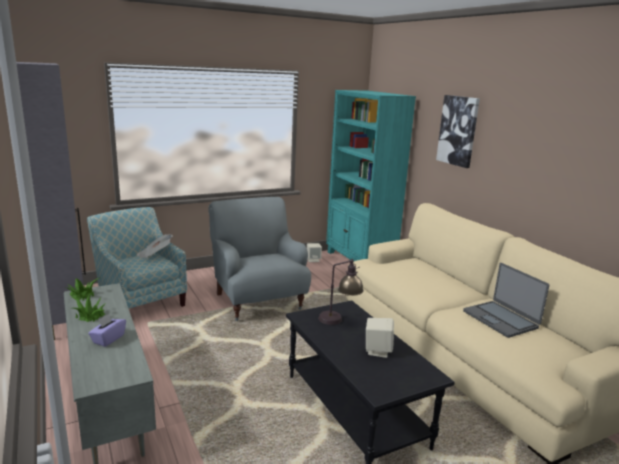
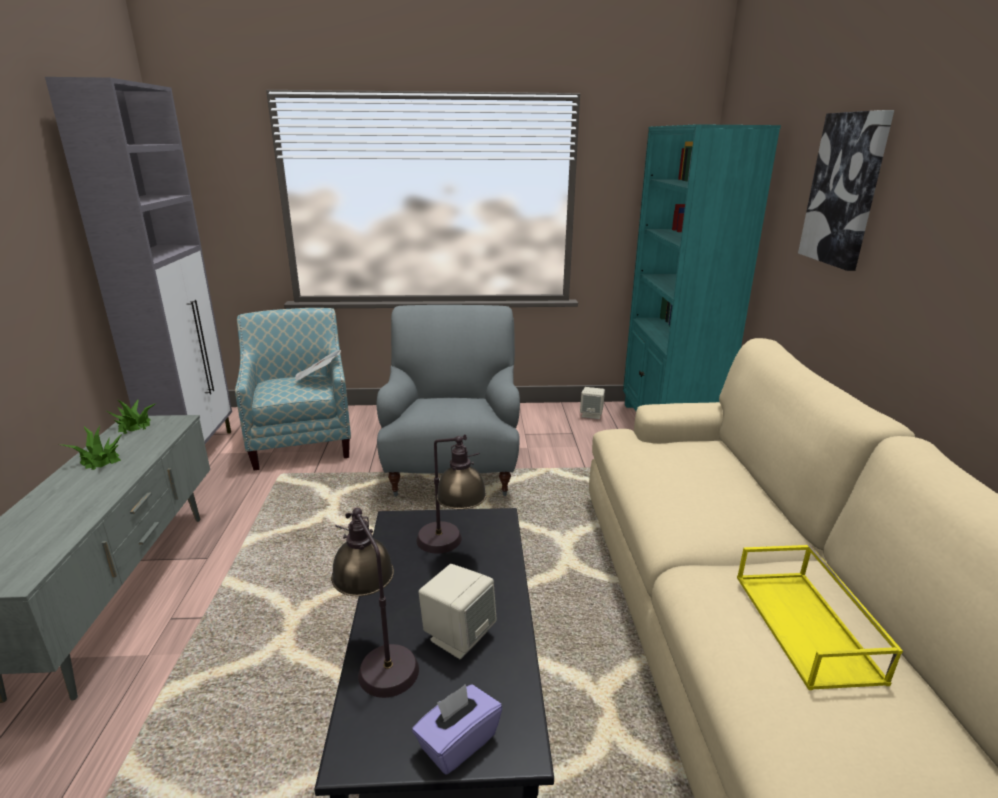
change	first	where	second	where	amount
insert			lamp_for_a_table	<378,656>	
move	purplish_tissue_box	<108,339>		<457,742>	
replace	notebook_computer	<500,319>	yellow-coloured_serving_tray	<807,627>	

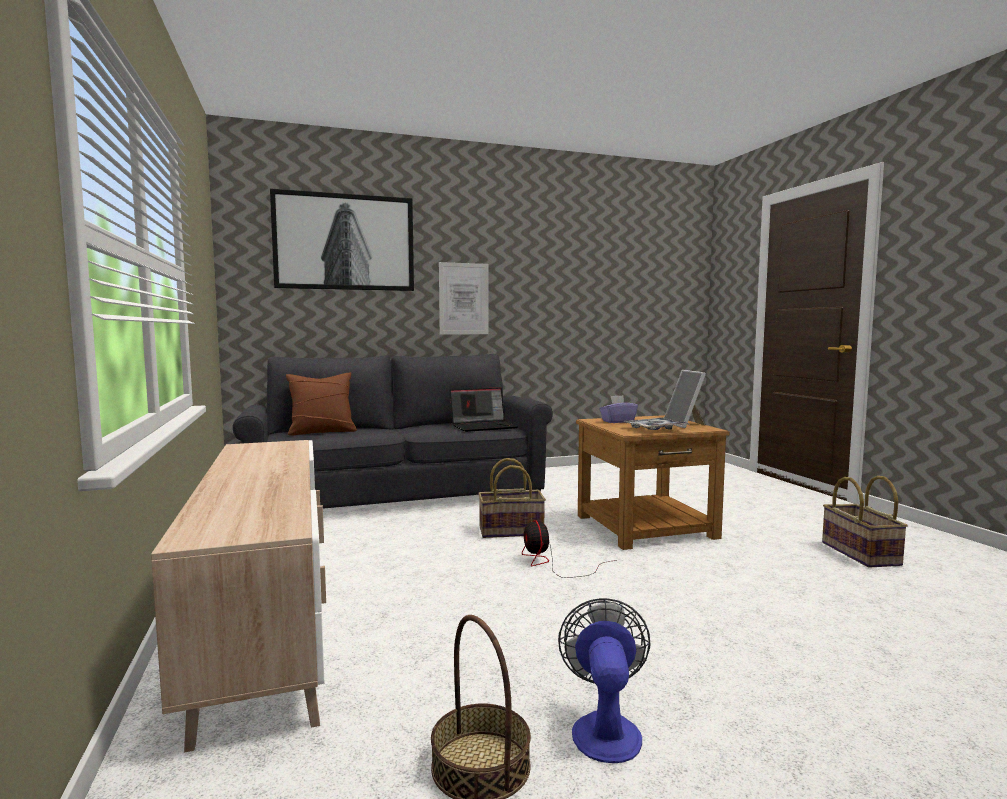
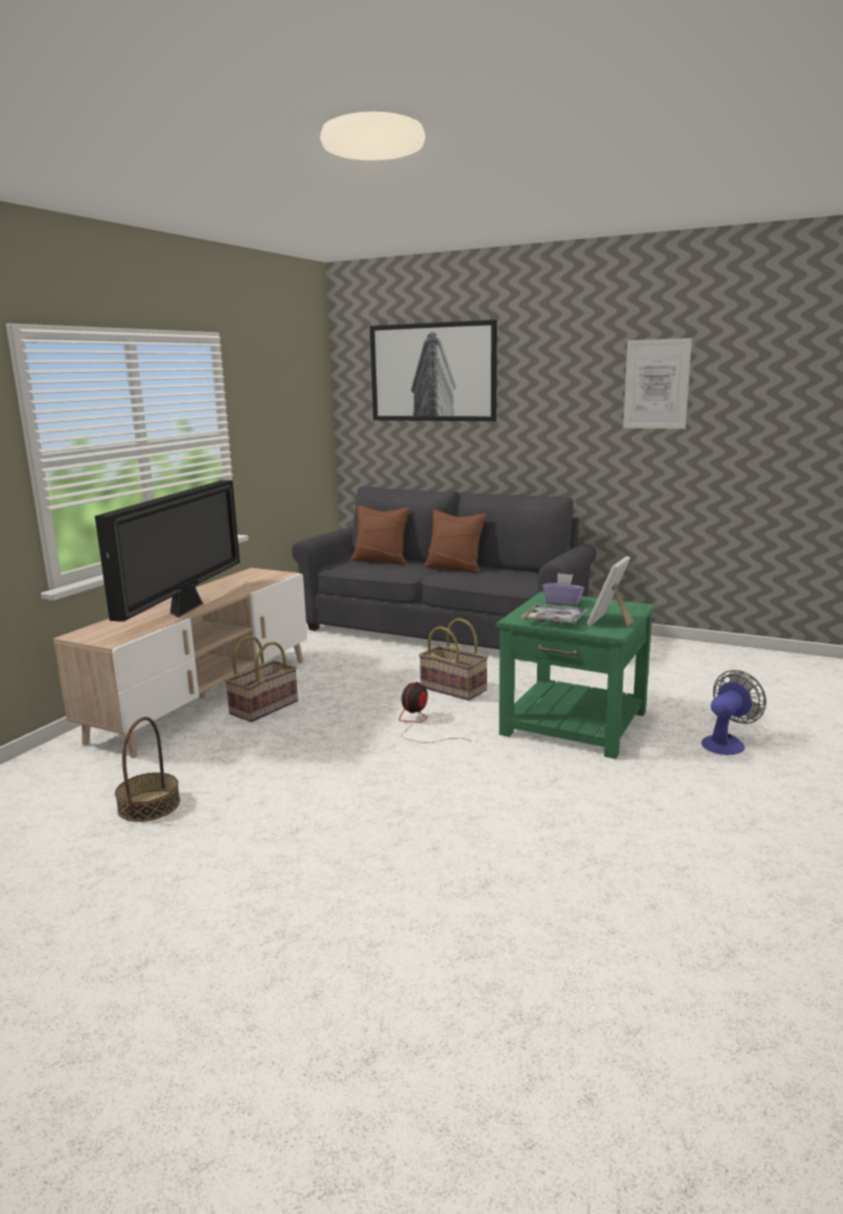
change	first	where	second	where	amount
insert			TV_set	<186,609>	
move	household_basket	<858,553>		<263,707>	
insert			brown_cushion	<454,568>	
recolor	brown_side_table	<645,527>	green_side_table	<574,723>	
move	wall_picture	<463,299>		<656,384>	
move	electric_fan	<605,728>		<726,742>	
delete	notebook_computer	<484,426>			

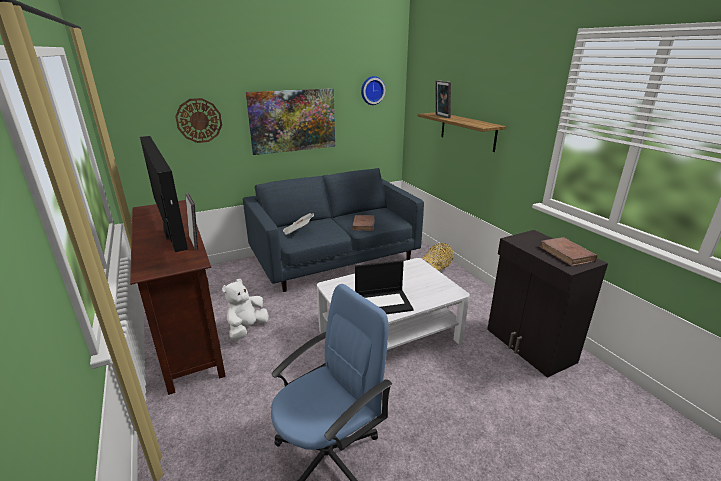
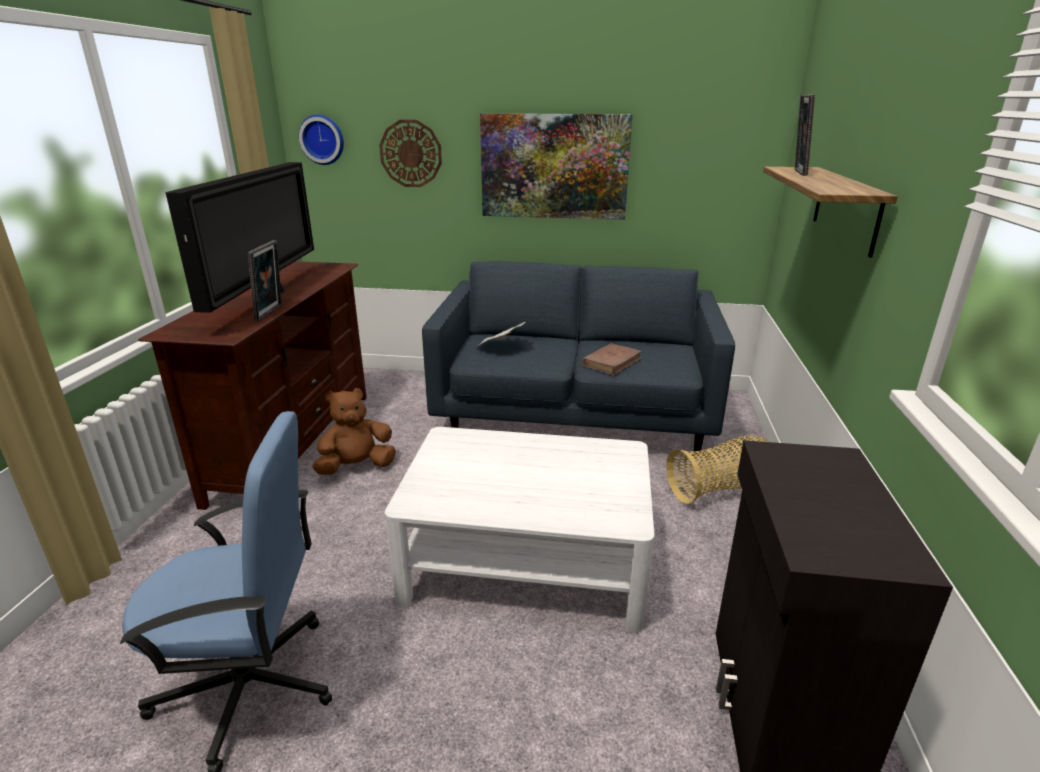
change	first	where	second	where	amount
move	clock_on_the_wall	<372,90>		<323,139>	
recolor	white-coloured_plush_toy	<247,329>	brown_plush_toy	<356,467>	
delete	notebook_computer	<383,303>			
delete	brown_book	<566,254>			

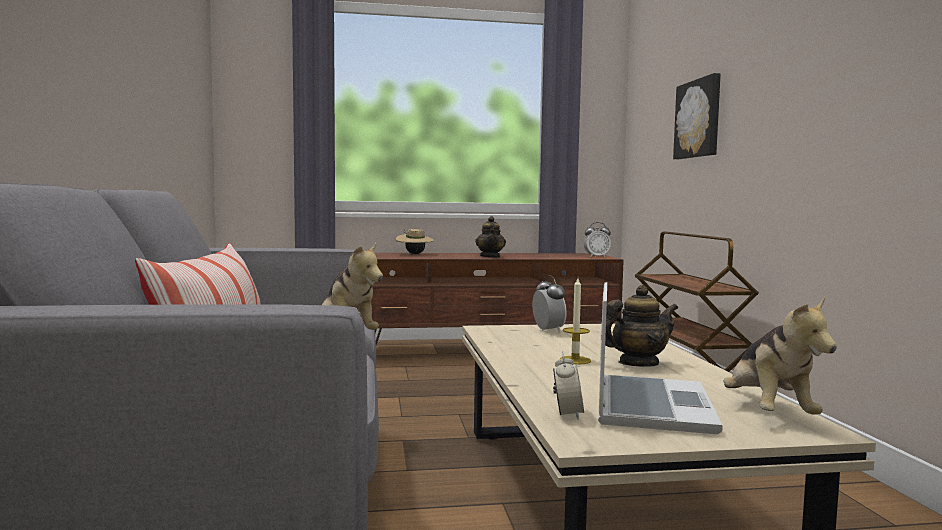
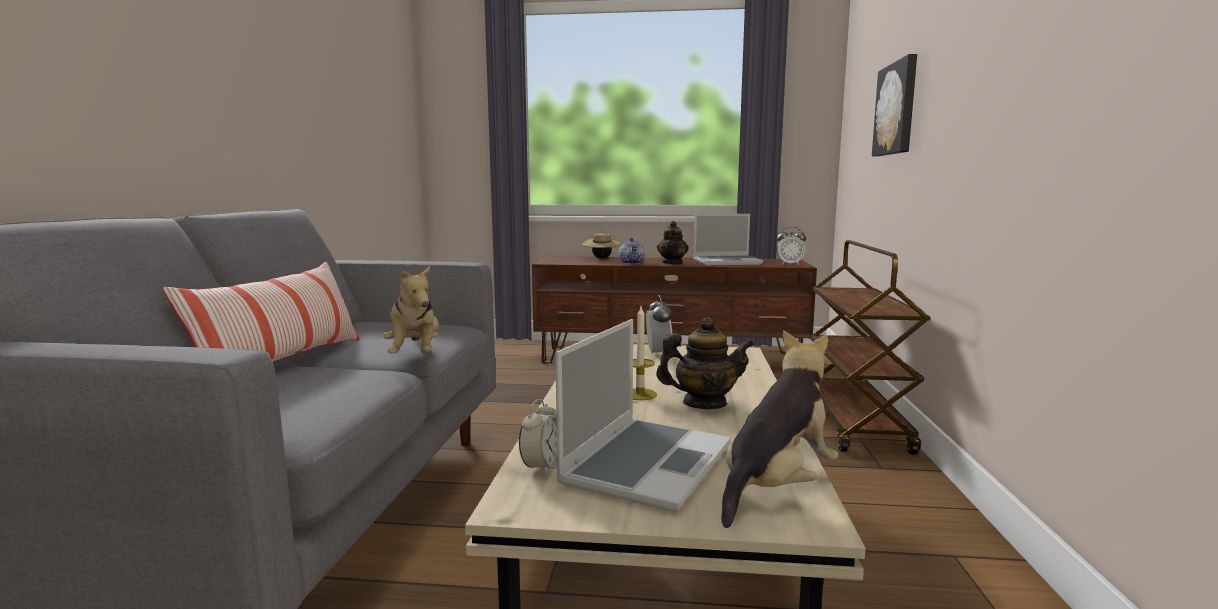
change	first	where	second	where	amount
insert			pot_for_tea	<632,263>	
insert			notebook_computer	<727,262>	
rotate	plush_toy	<767,412>		<776,486>	150 degrees counterclockwise

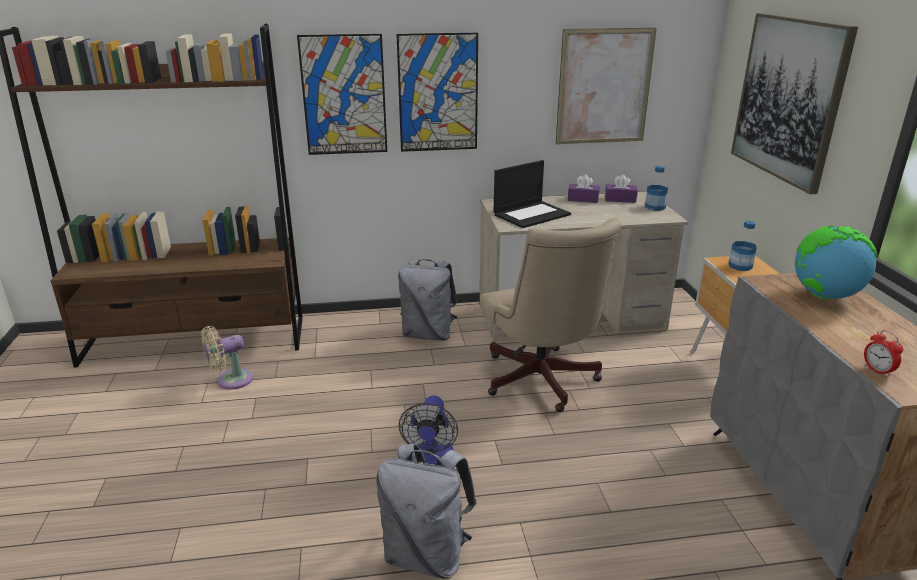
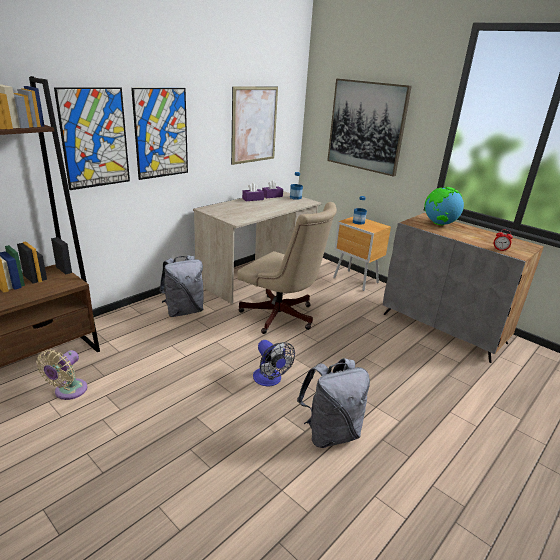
change	first	where	second	where	amount
delete	notebook_computer	<532,214>			

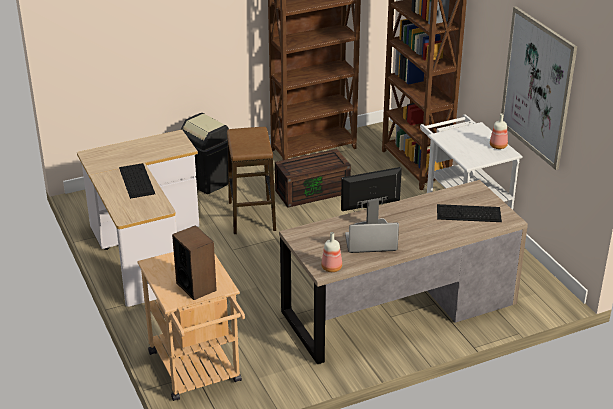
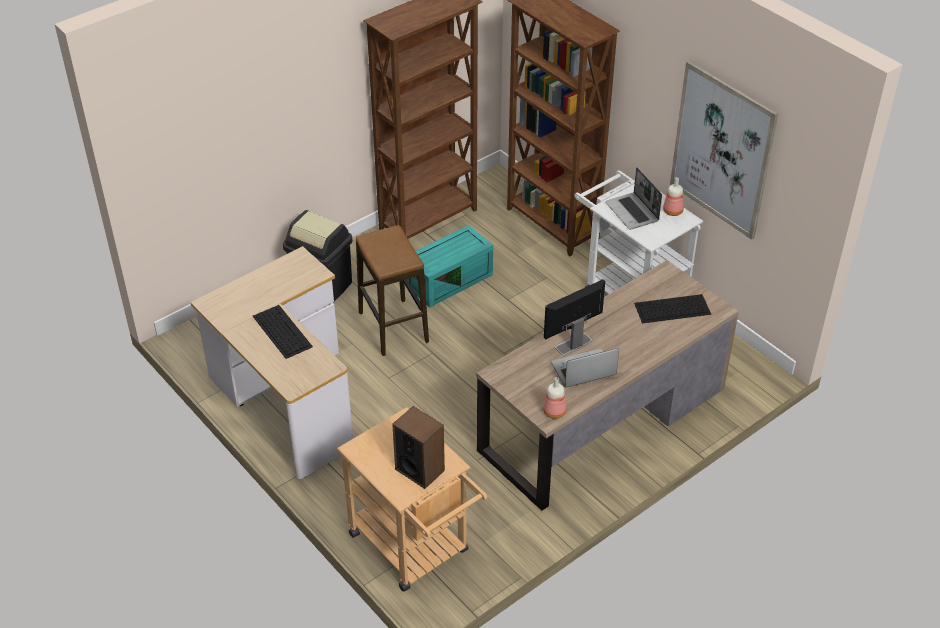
change	first	where	second	where	amount
recolor	brown_storage_container	<313,191>	blue-green_storage_container	<449,279>	
insert			notebook_computer	<633,212>	

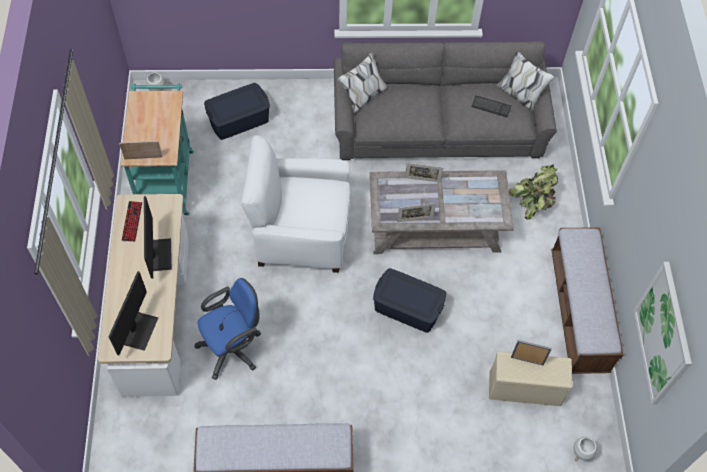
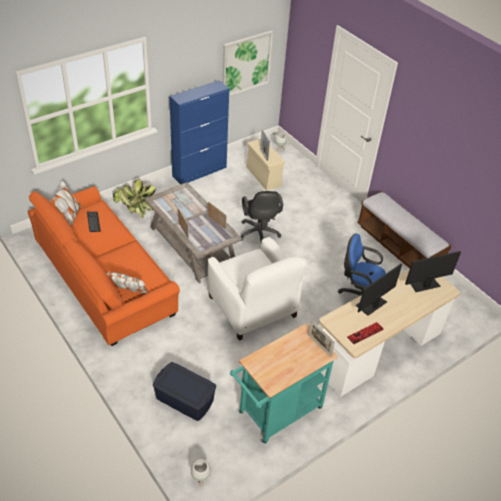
change	first	where	second	where	amount
recolor	greyish_couch	<438,126>	orangey_couch	<104,277>	
replace	bench	<578,311>	blue-coloured_cupboard	<200,171>	
replace	blue-coloured_storage_container	<407,307>	black_computer_chair	<259,235>	

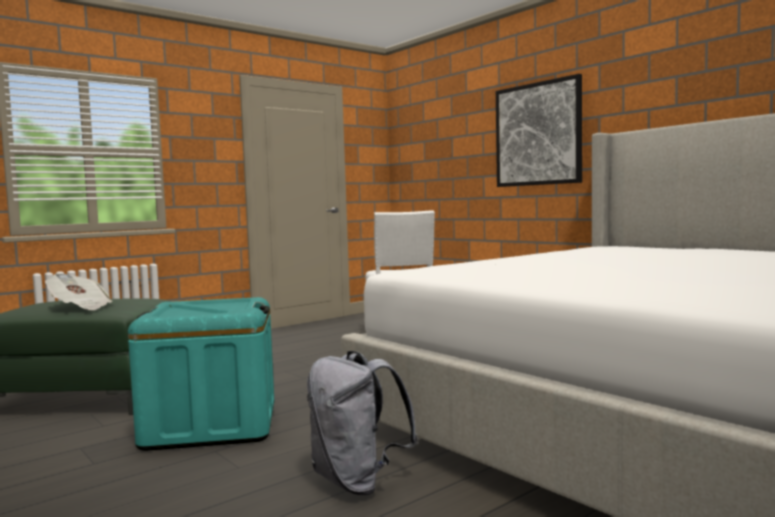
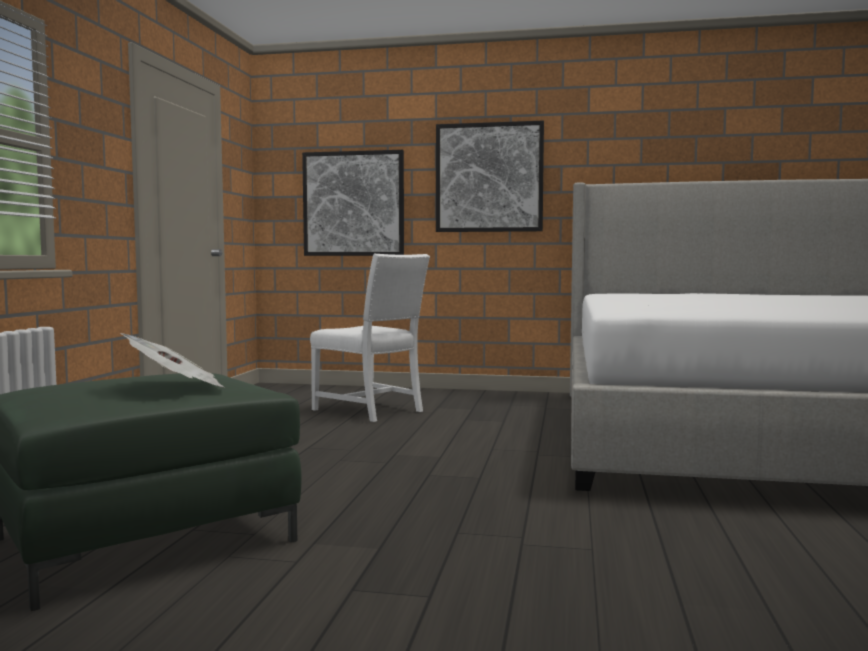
change	first	where	second	where	amount
insert			wall_picture	<353,204>	
delete	blue-green_storage_container	<211,425>			
delete	greyish_knapsack	<358,482>			

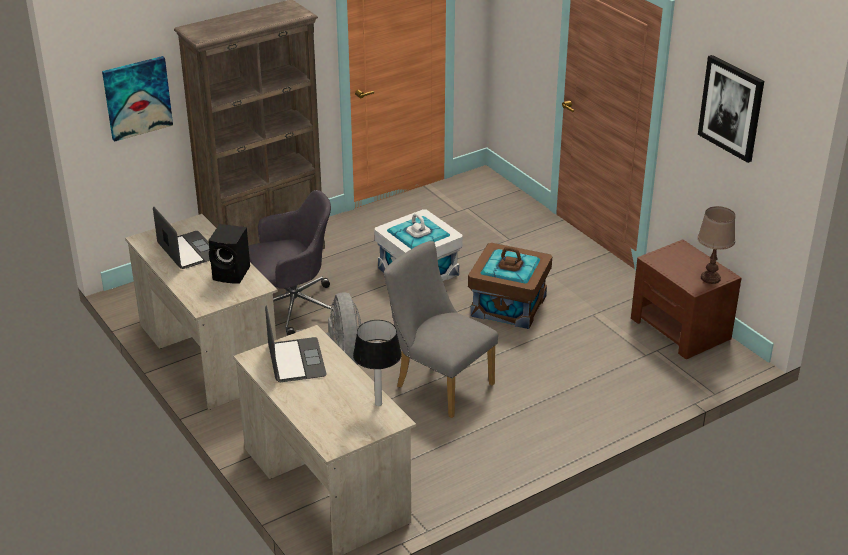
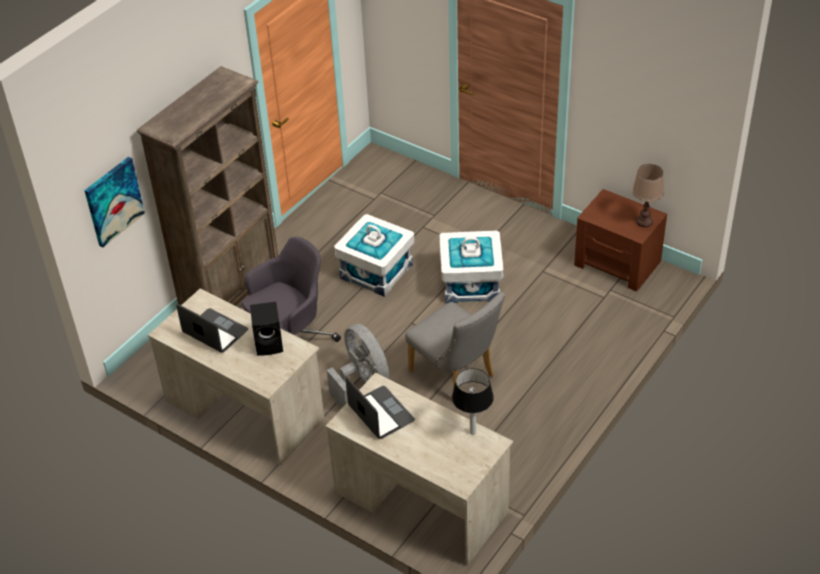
change	first	where	second	where	amount
rotate	greyish_upright_chair	<438,383>		<456,376>	150 degrees counterclockwise
recolor	brown_storage_container	<509,305>	white-coloured_storage_container	<471,283>	
delete	wall_picture	<731,108>			

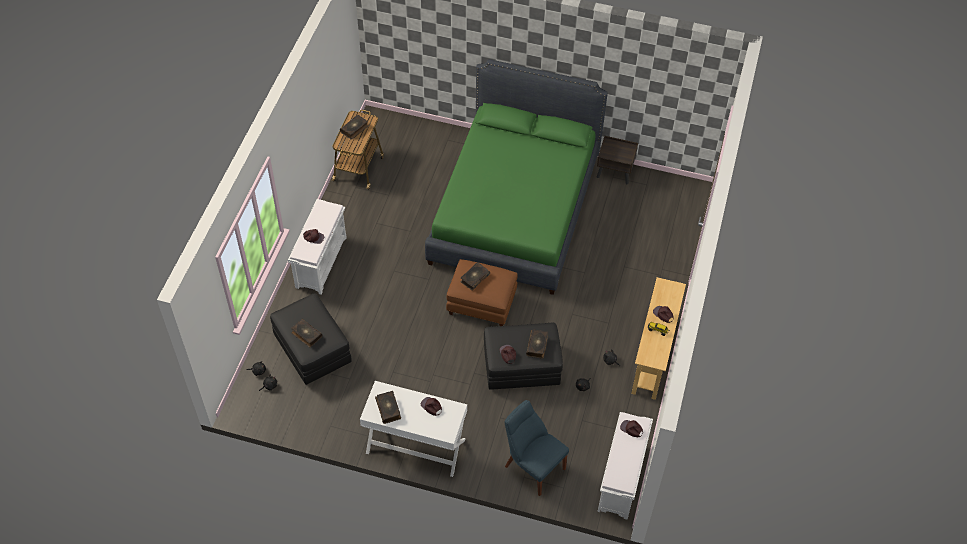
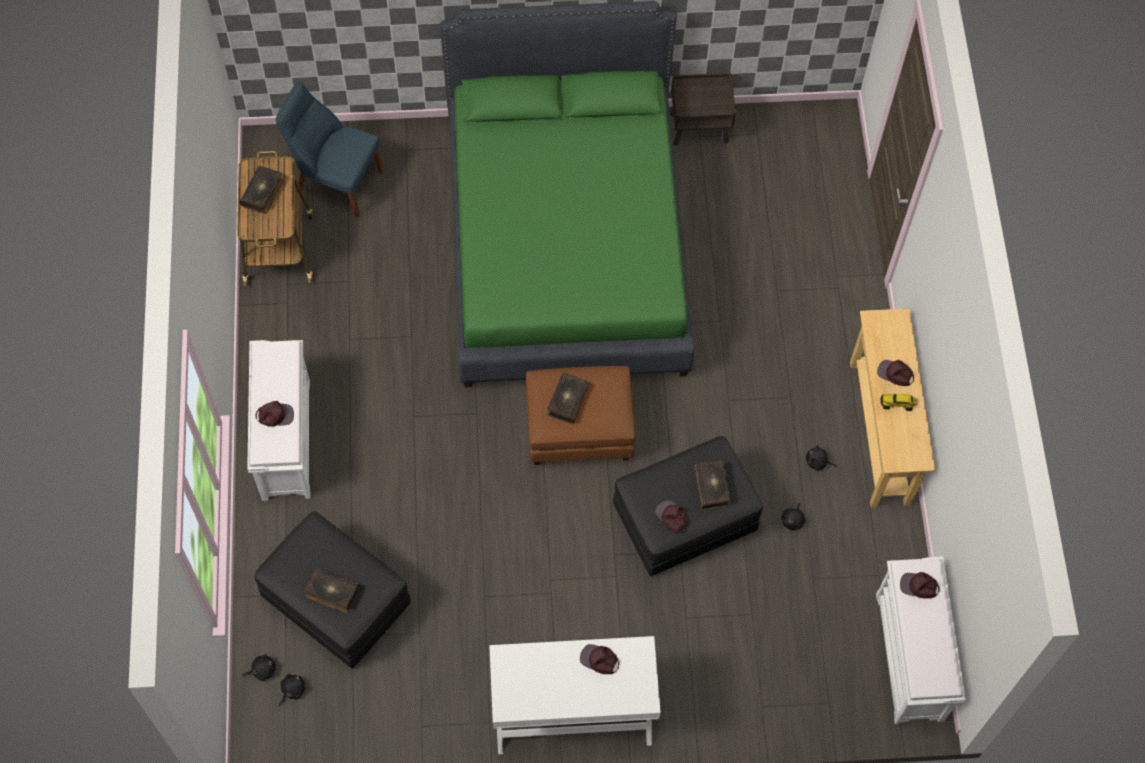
change	first	where	second	where	amount
move	blue-coloured_upright_chair	<532,466>		<336,181>	
delete	book	<388,409>			

